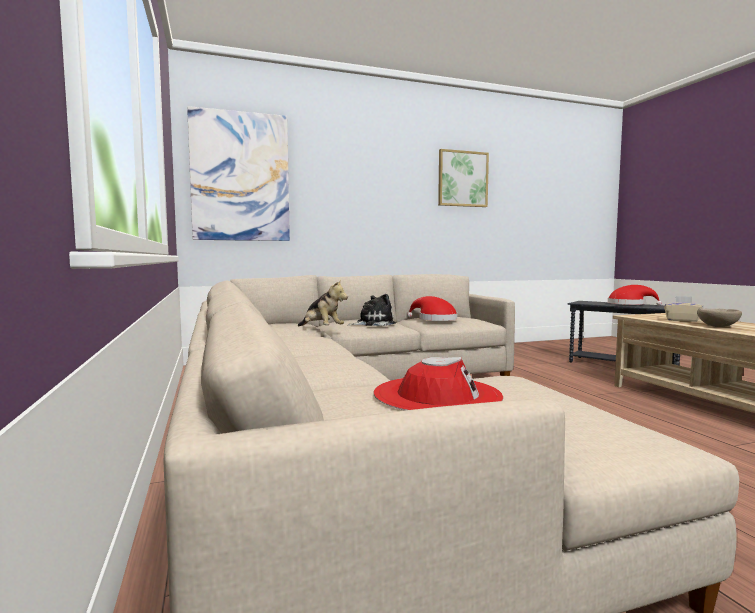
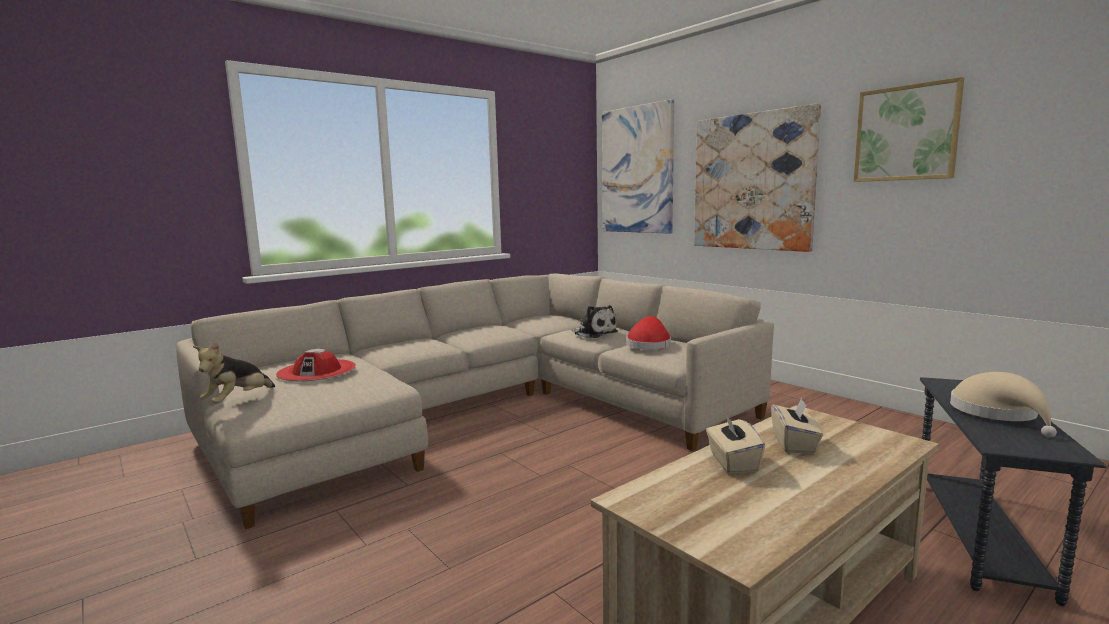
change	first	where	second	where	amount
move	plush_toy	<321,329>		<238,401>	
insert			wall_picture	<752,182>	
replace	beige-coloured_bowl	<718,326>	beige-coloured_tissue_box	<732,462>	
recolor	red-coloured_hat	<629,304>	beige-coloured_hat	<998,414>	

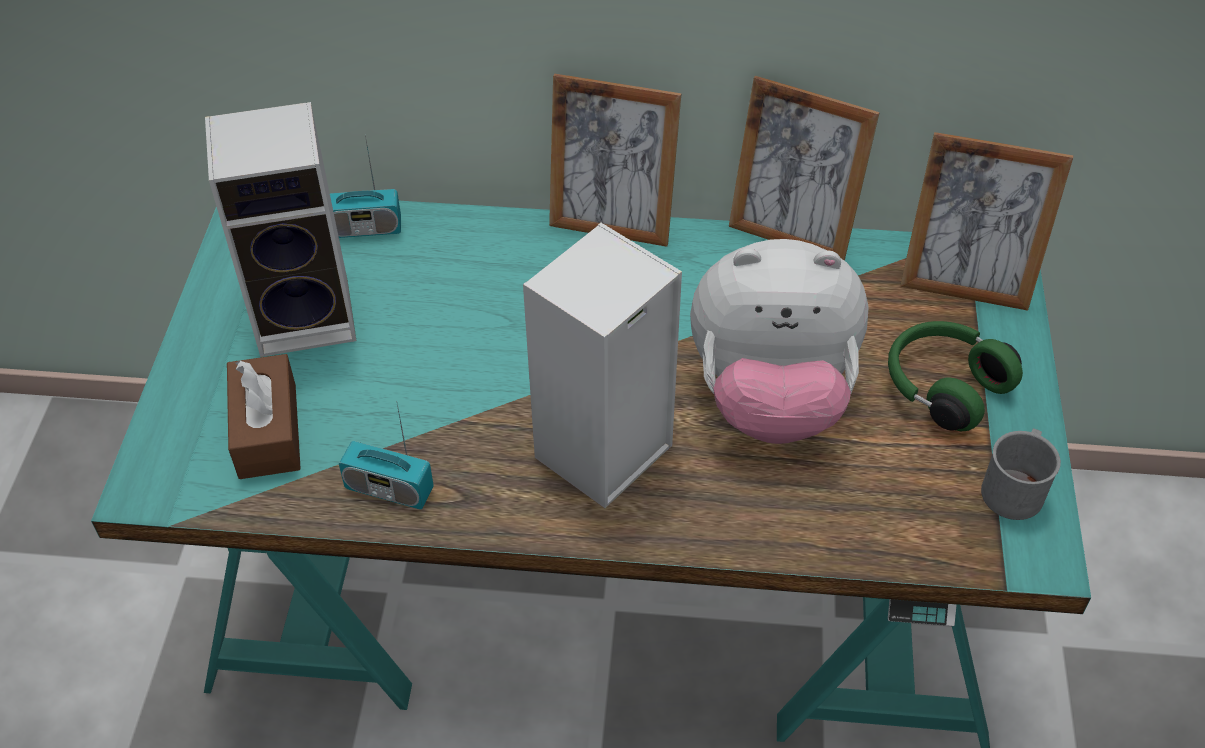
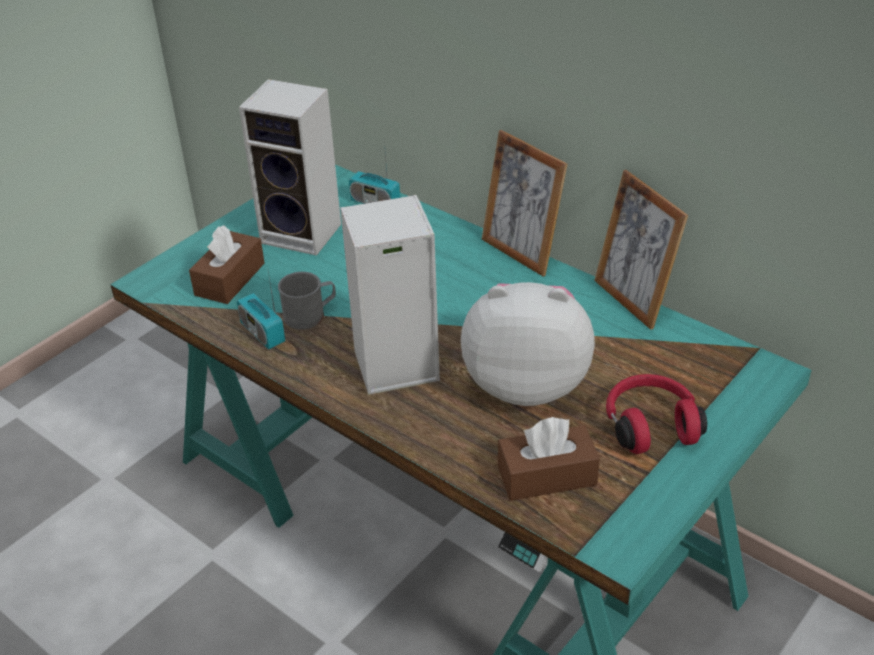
change	first	where	second	where	amount
move	greyish_coffee_mug	<1015,487>		<310,314>	
rotate	plush_toy	<771,398>		<526,382>	150 degrees clockwise
insert			brown_tissue_box	<547,476>	
recolor	green_pair_of_headphones	<943,386>	red-coloured_pair_of_headphones	<650,425>	
delete	picture_frame	<965,285>			

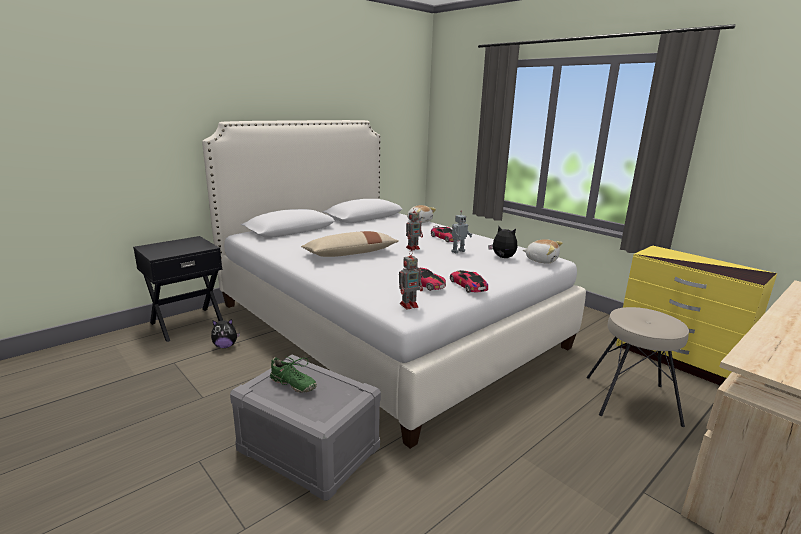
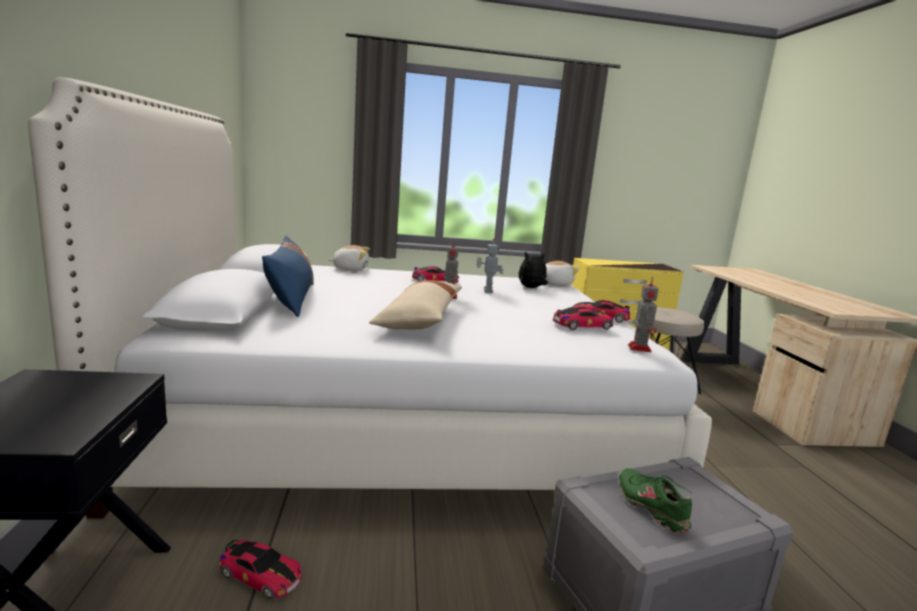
change	first	where	second	where	amount
replace	plush_toy	<225,346>	toy_car	<260,575>	
insert			blue-coloured_cushion	<291,298>	
rotate	green_low_shoe	<293,384>		<651,507>	90 degrees counterclockwise

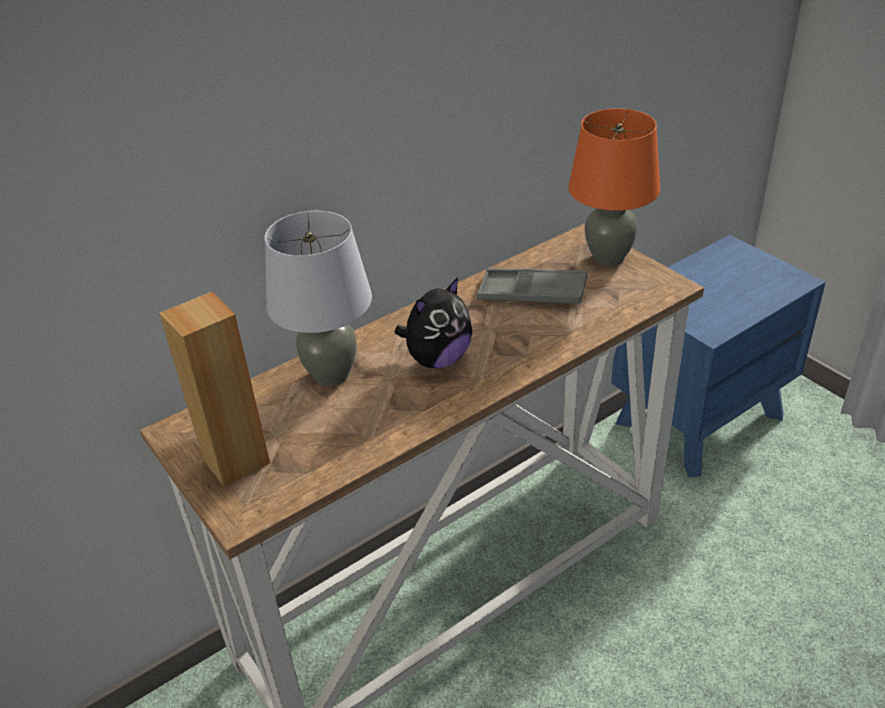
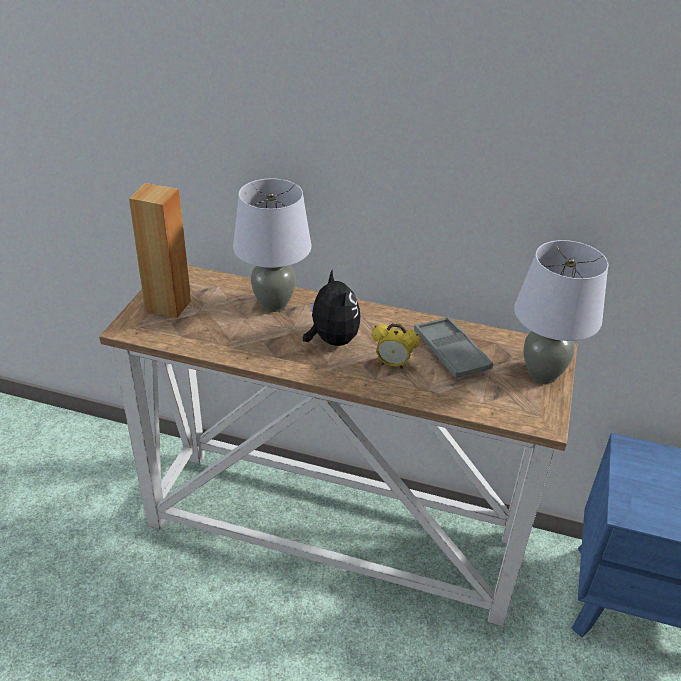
change	first	where	second	where	amount
rotate	plush_toy	<437,359>		<331,340>	120 degrees counterclockwise
insert			alarm_clock	<392,364>	
recolor	orangey_lamp_for_a_table	<608,258>	greyish_lamp_for_a_table	<542,374>	

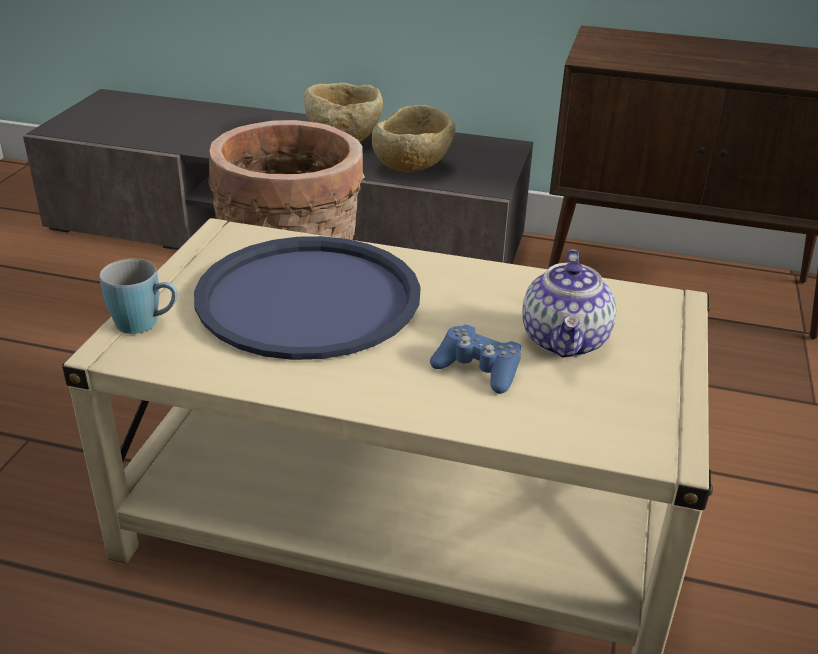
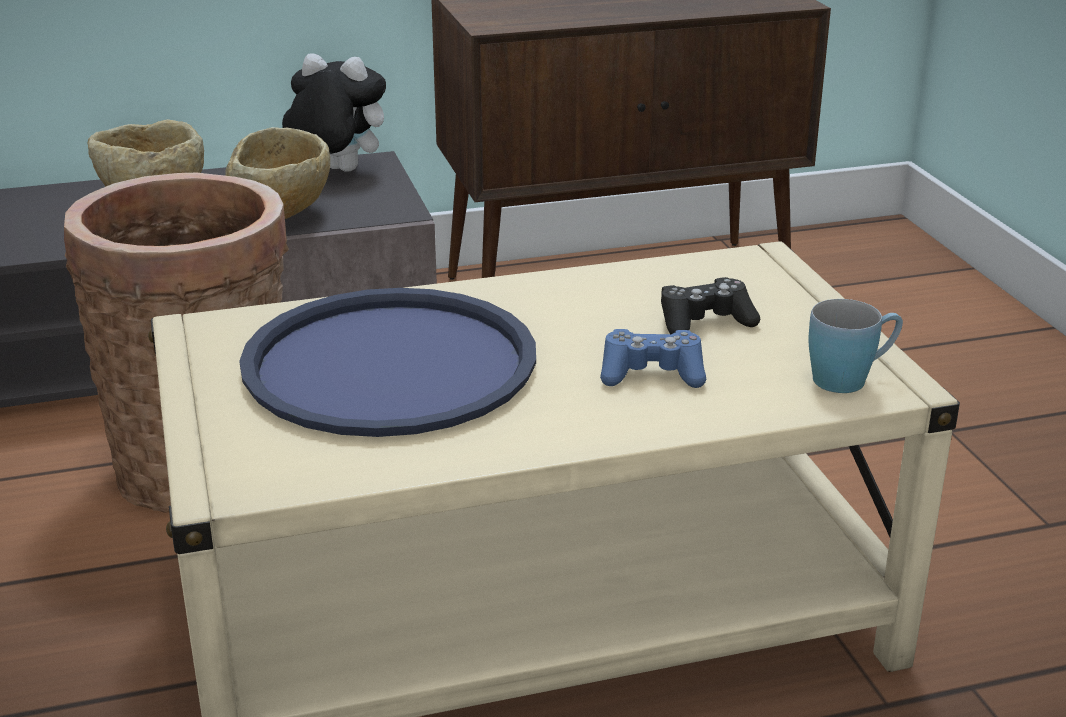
change	first	where	second	where	amount
insert			plush_toy	<336,171>	
replace	pot_for_tea	<566,341>	black_gamepad	<705,322>	
move	blue-coloured_coffee_mug	<146,324>		<850,378>	

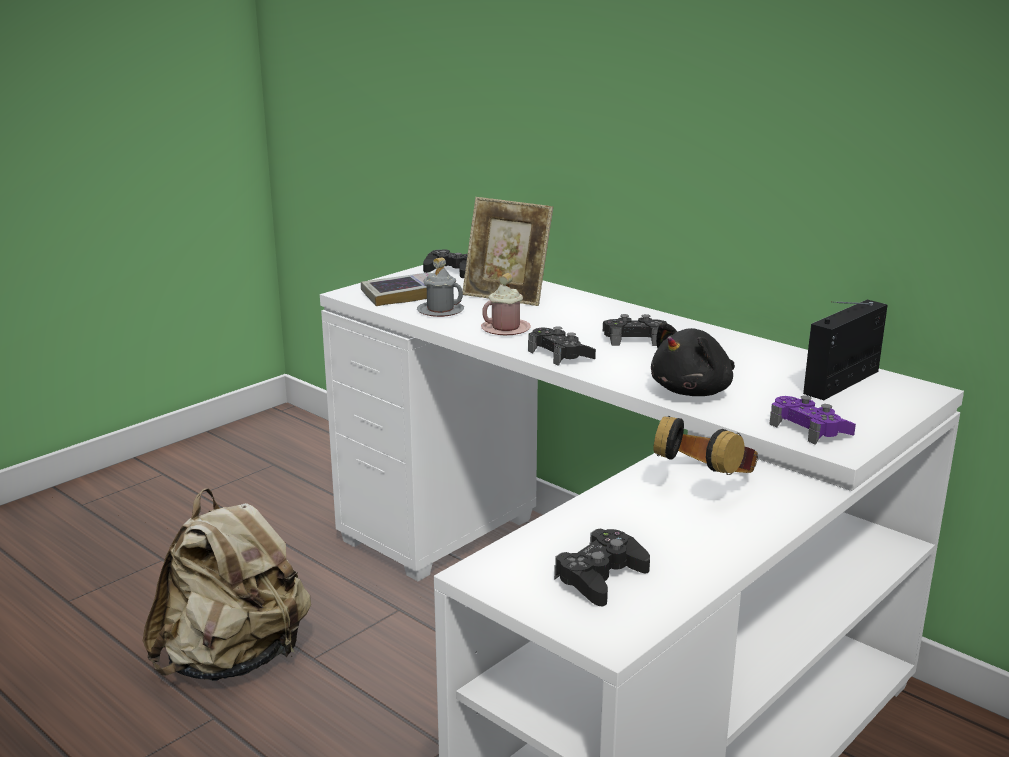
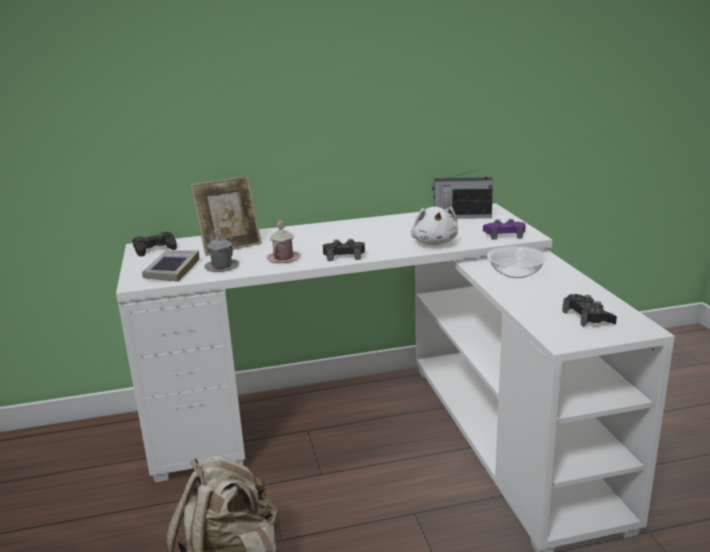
change	first	where	second	where	amount
recolor	black_plush_toy	<694,391>	white-coloured_plush_toy	<434,242>	
rotate	radio_set	<843,382>		<461,216>	75 degrees counterclockwise
replace	pair_of_headphones	<707,484>	bowl	<516,273>	
delete	black_gamepad	<634,339>			

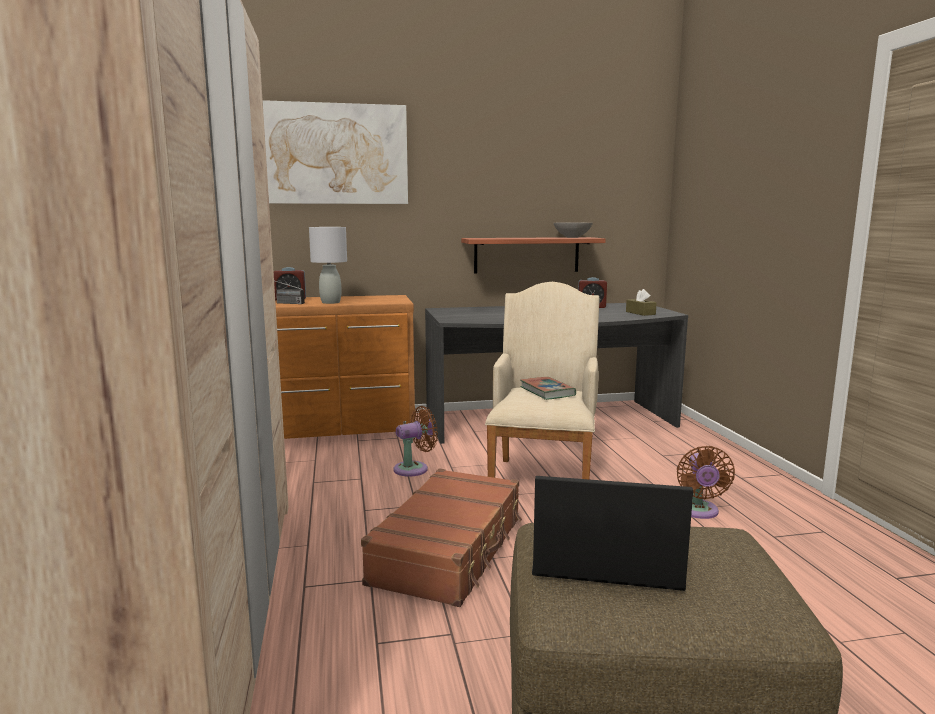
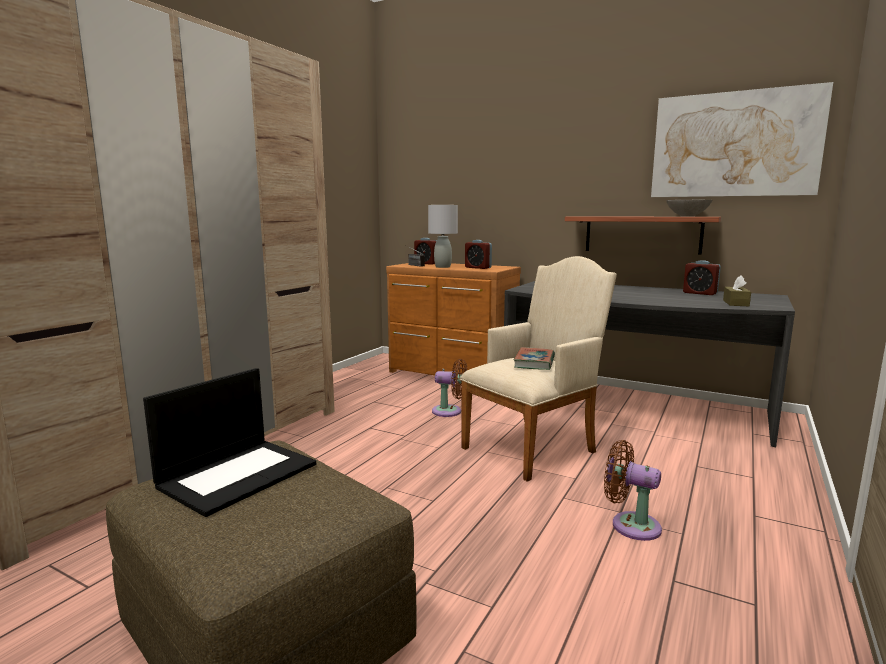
change	first	where	second	where	amount
rotate	notebook_computer	<604,559>		<238,474>	75 degrees clockwise
insert			alarm_clock	<478,267>	
rotate	brown_electric_fan	<698,512>		<630,525>	75 degrees clockwise
move	wall_picture	<334,154>		<734,145>	
delete	brown_travel_case	<450,550>			

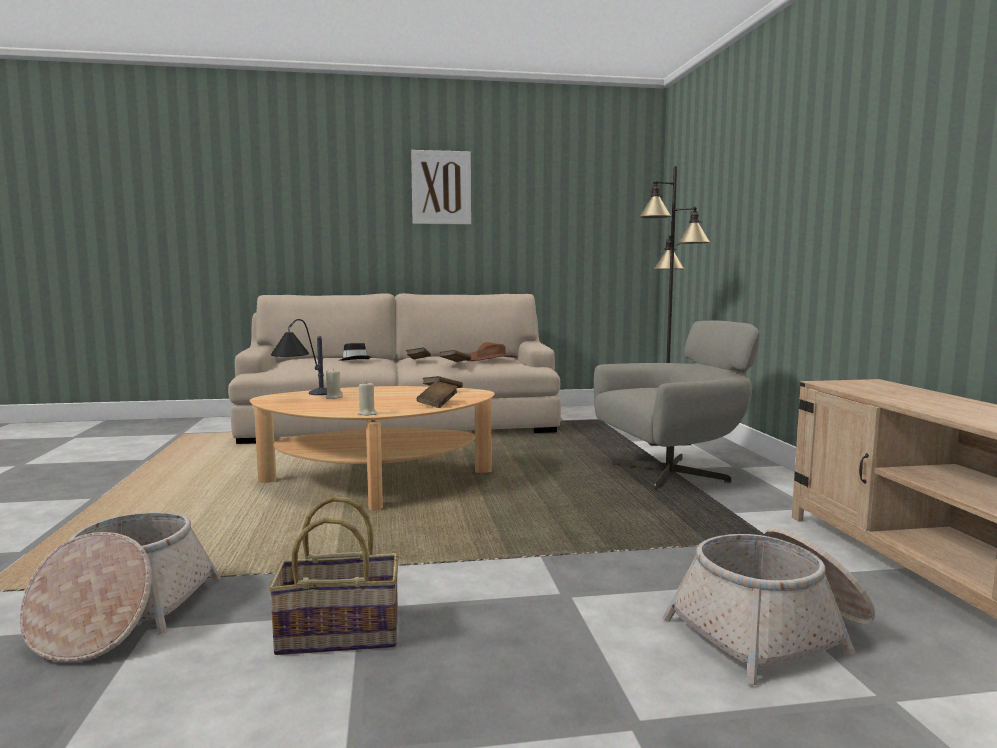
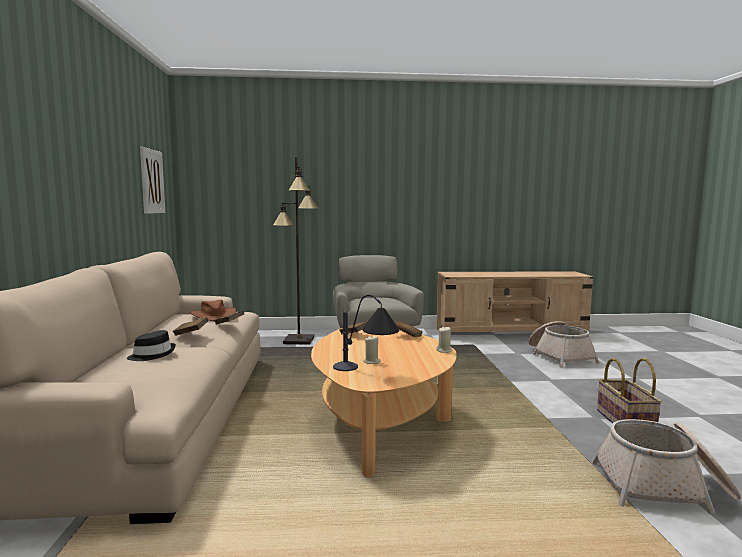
change	first	where	second	where	amount
move	wall_picture	<441,187>		<152,181>	

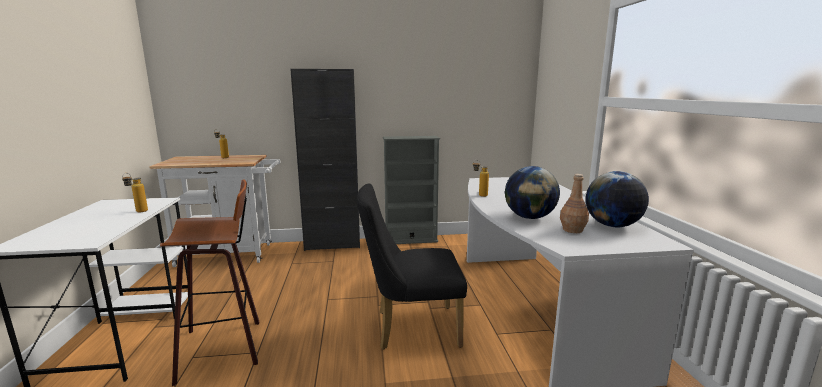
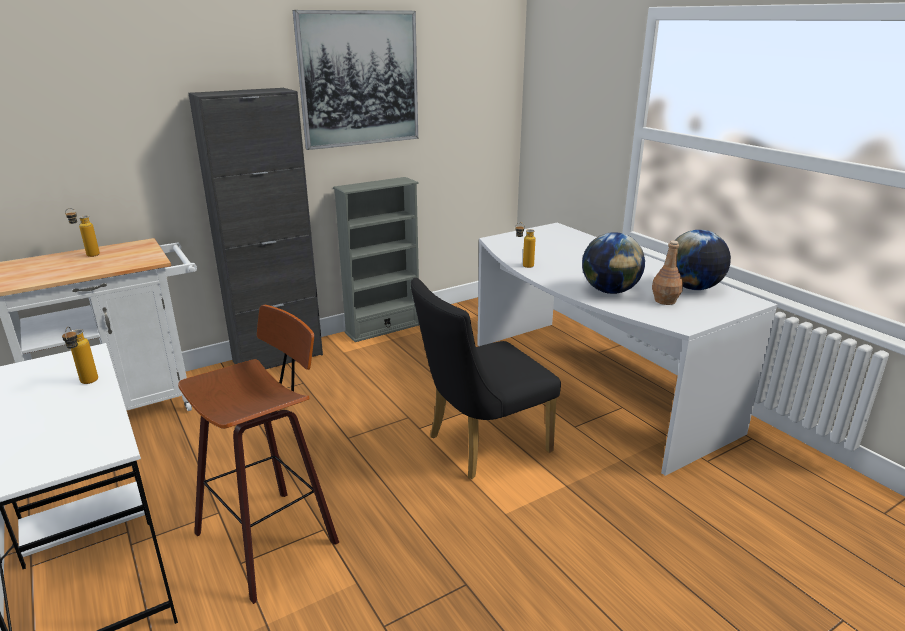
change	first	where	second	where	amount
insert			wall_picture	<359,79>	

